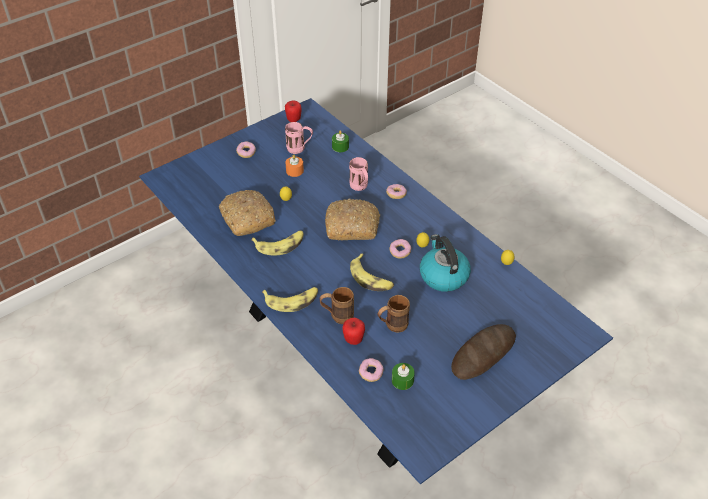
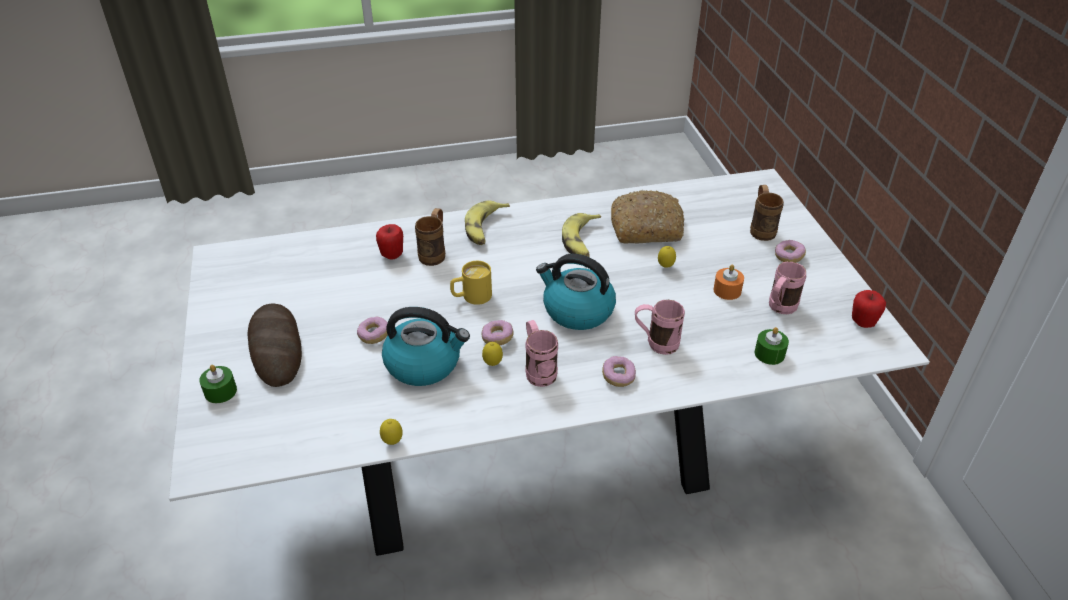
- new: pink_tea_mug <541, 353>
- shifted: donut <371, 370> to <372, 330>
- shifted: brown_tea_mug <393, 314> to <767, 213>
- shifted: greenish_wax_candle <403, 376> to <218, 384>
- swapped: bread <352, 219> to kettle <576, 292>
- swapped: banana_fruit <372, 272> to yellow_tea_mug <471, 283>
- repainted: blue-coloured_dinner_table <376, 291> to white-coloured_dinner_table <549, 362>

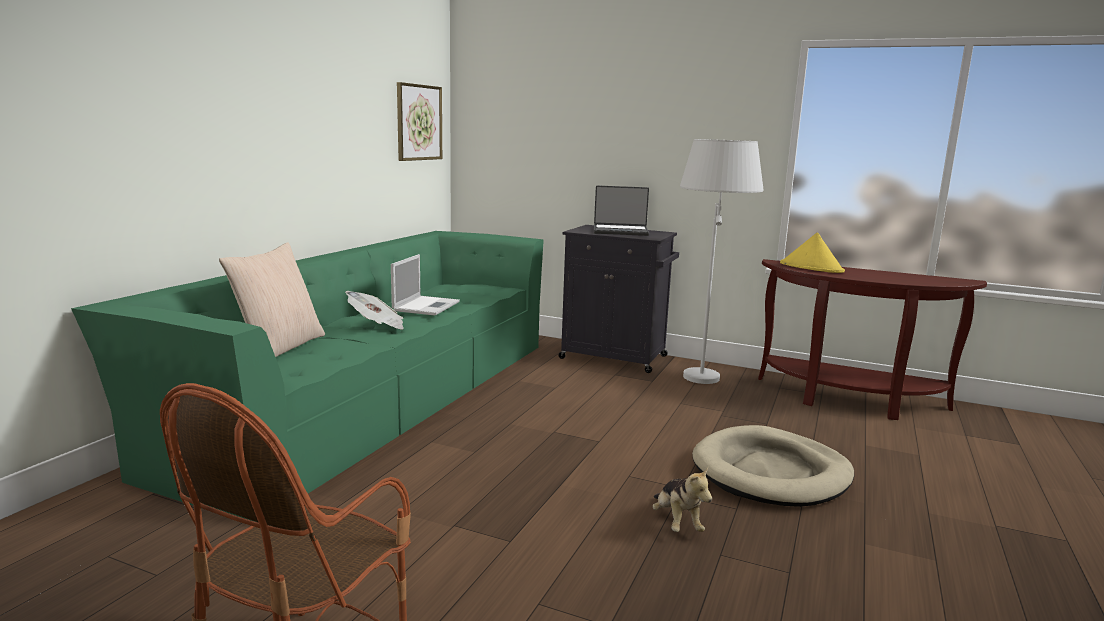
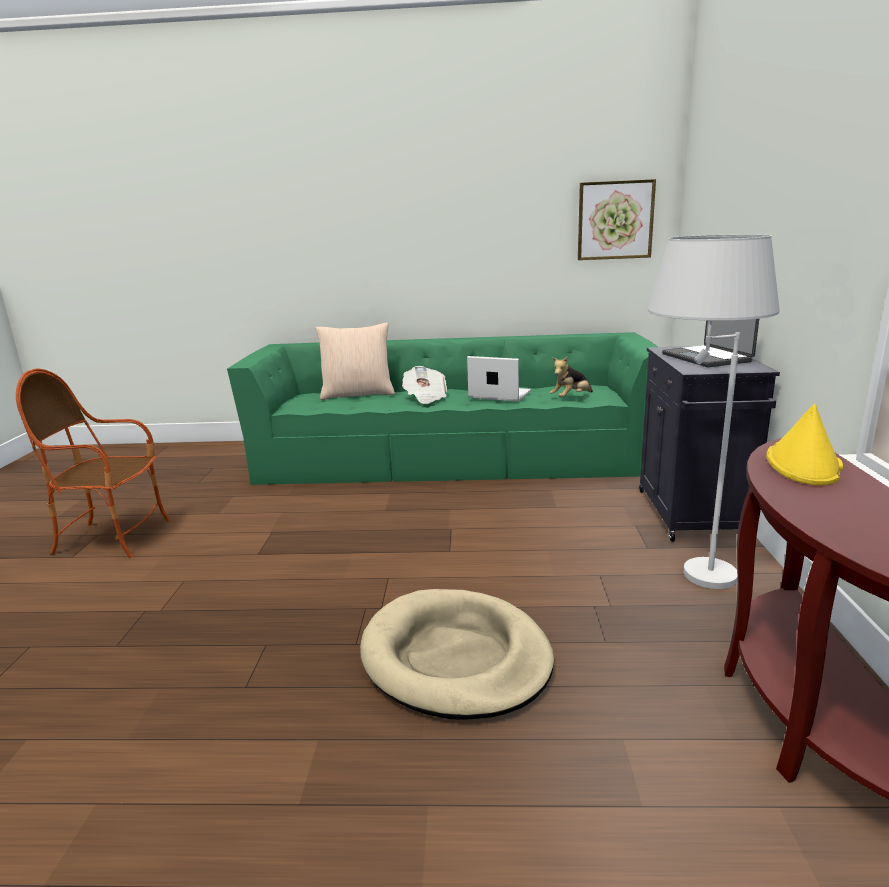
- shifted: plush_toy <682, 499> to <571, 377>
- rotated: laptop <425, 285> = <499, 379> 150 degrees counterclockwise

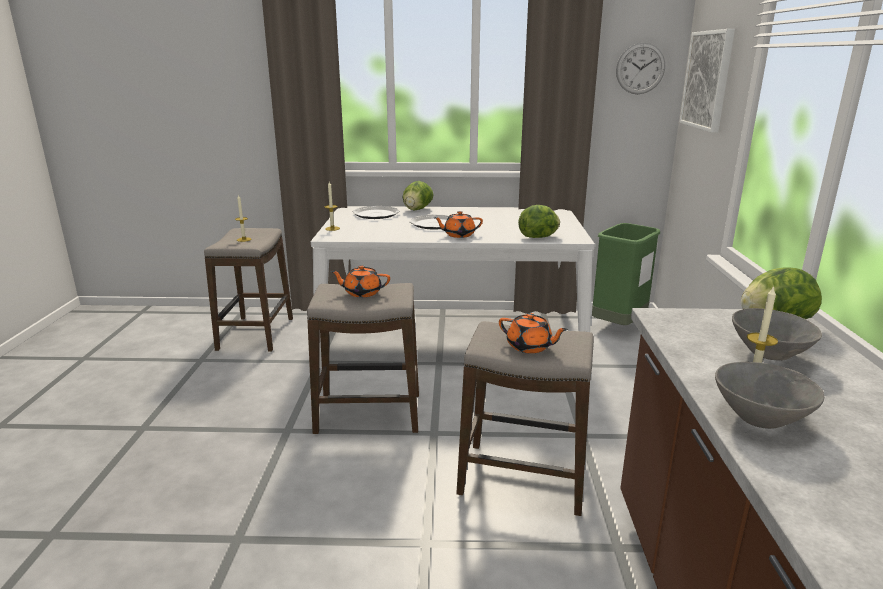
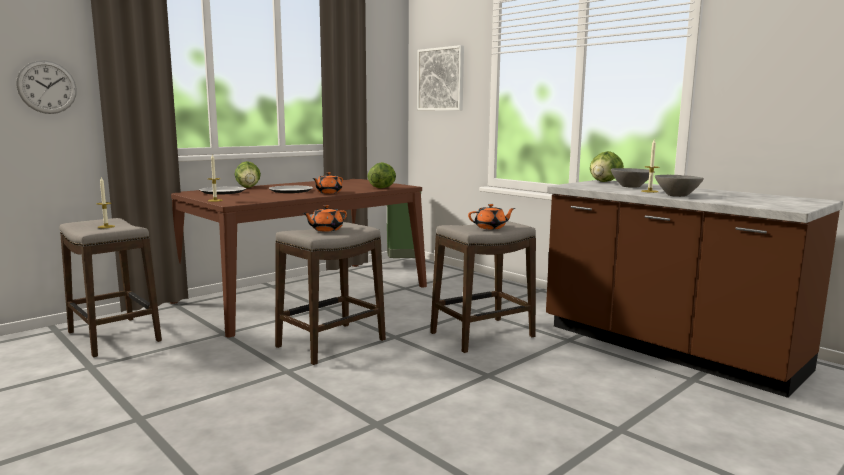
- shifted: wall_clock <640, 68> to <46, 87>
- repainted: white-coloured_dinner_table <453, 287> to brown_dinner_table <299, 258>

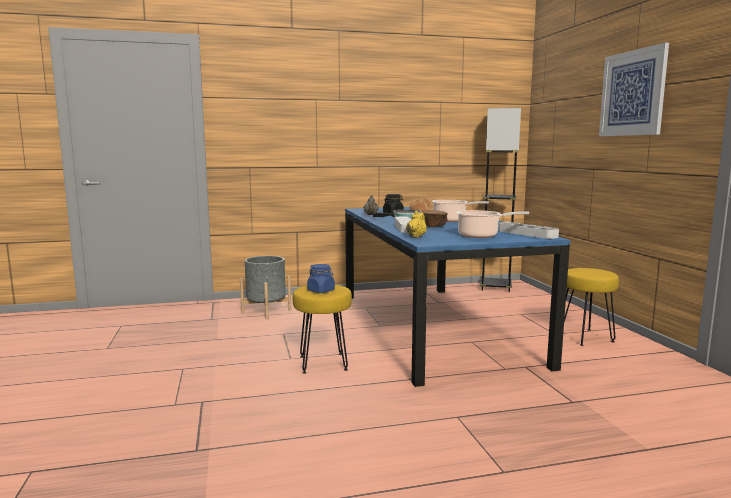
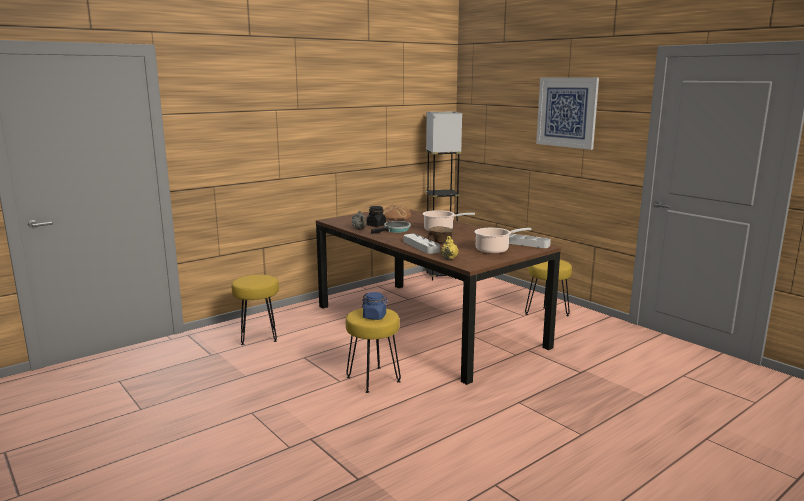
- swapped: greyish_planter <265, 287> to yellow_stool <255, 310>
- repainted: blue-coloured_dinner_table <458, 297> to brown_dinner_table <438, 297>

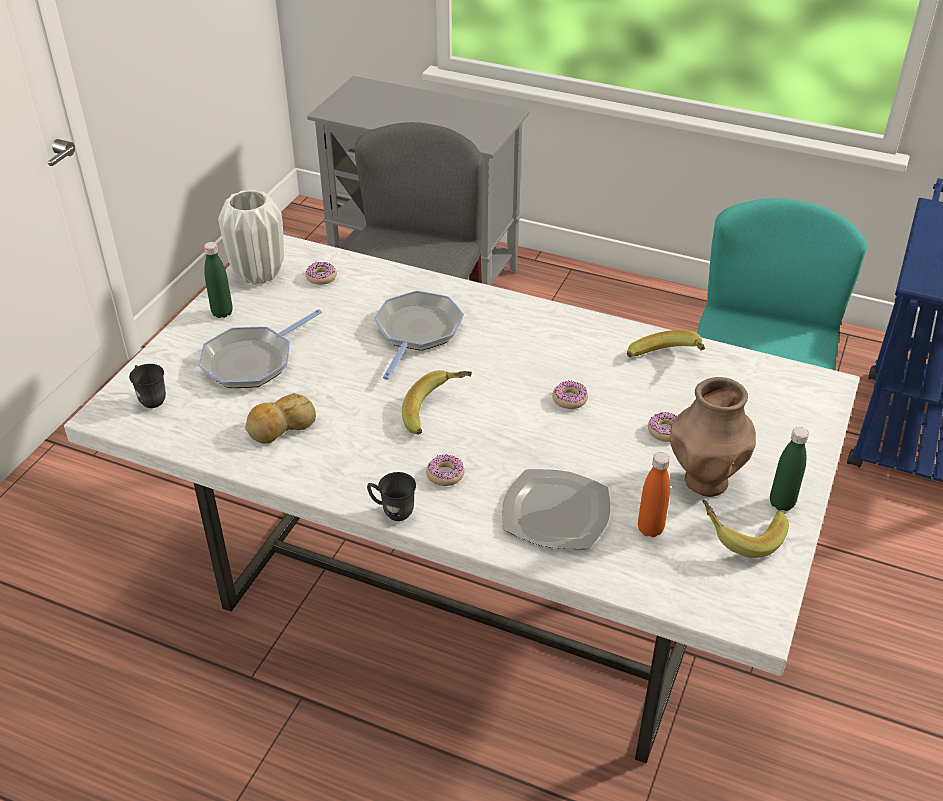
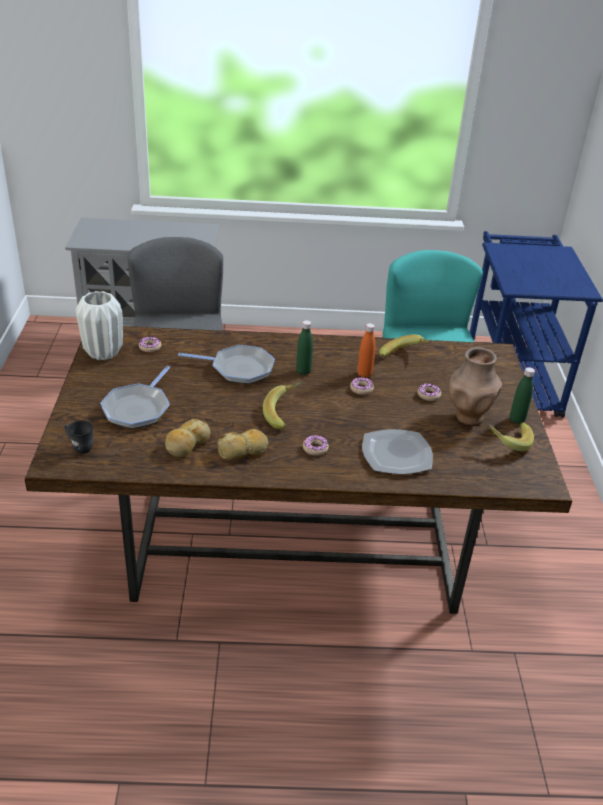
- gone: greyish_tea_mug <391, 496>
- new: bread <242, 444>
- shifted: greenish_beverage_bottle <218, 280> to <304, 347>
- shifted: orange-coloured_beverage_bottle <654, 494> to <366, 350>
- repainted: white-coloured_dinner_table <462, 498> to brown_dinner_table <298, 470>
- rotated: pan <419, 335> = <226, 364> 105 degrees clockwise

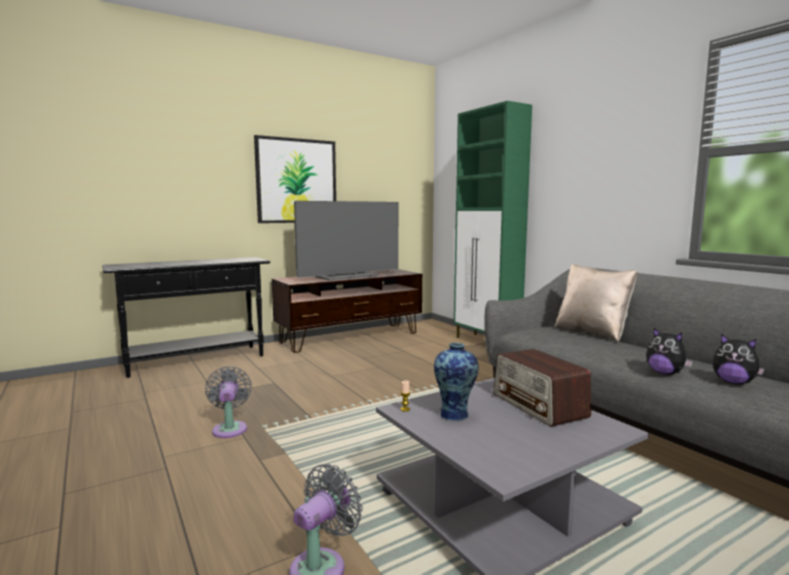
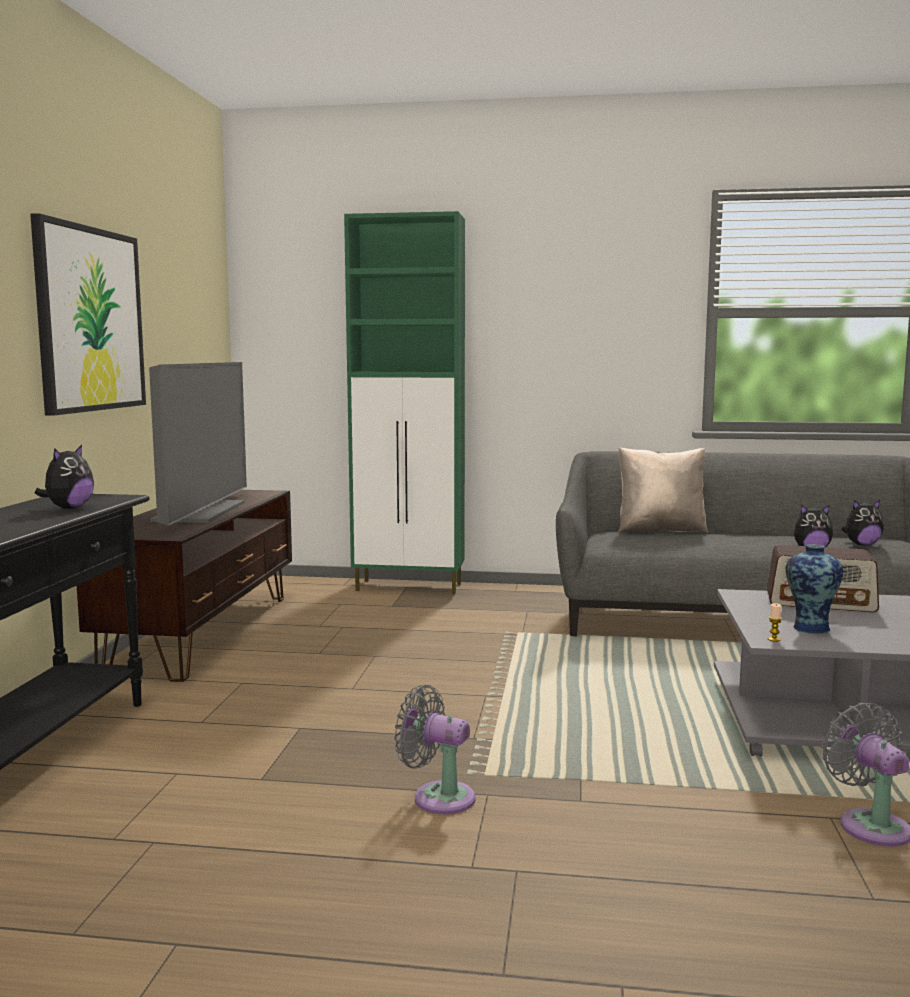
- new: plush_toy <64, 477>

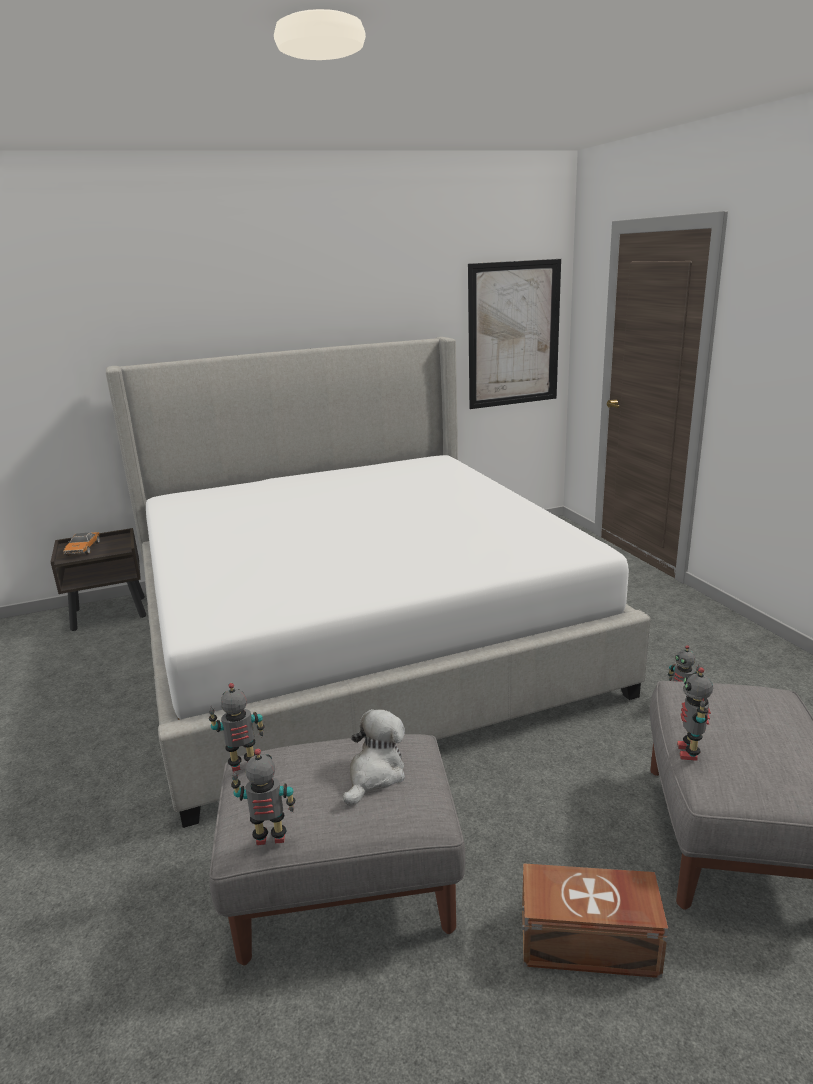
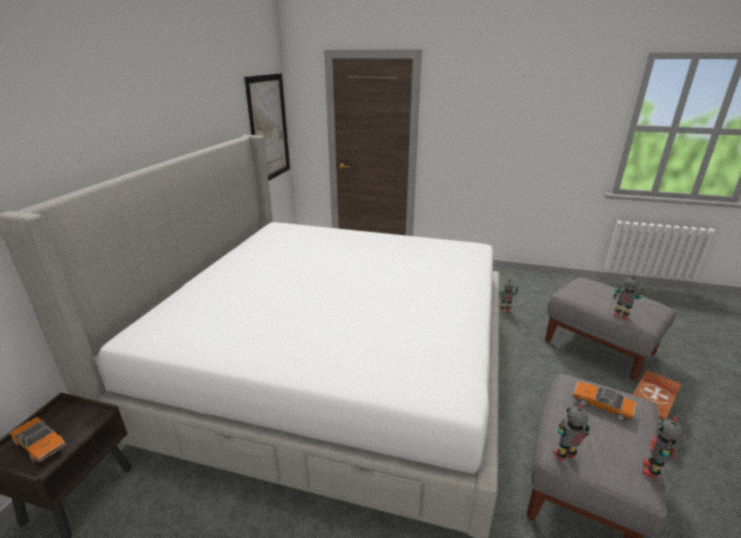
- swapped: plush_toy <374, 757> to toy_car <604, 401>
- rotated: model_robot <237, 727> = <571, 432> 60 degrees clockwise

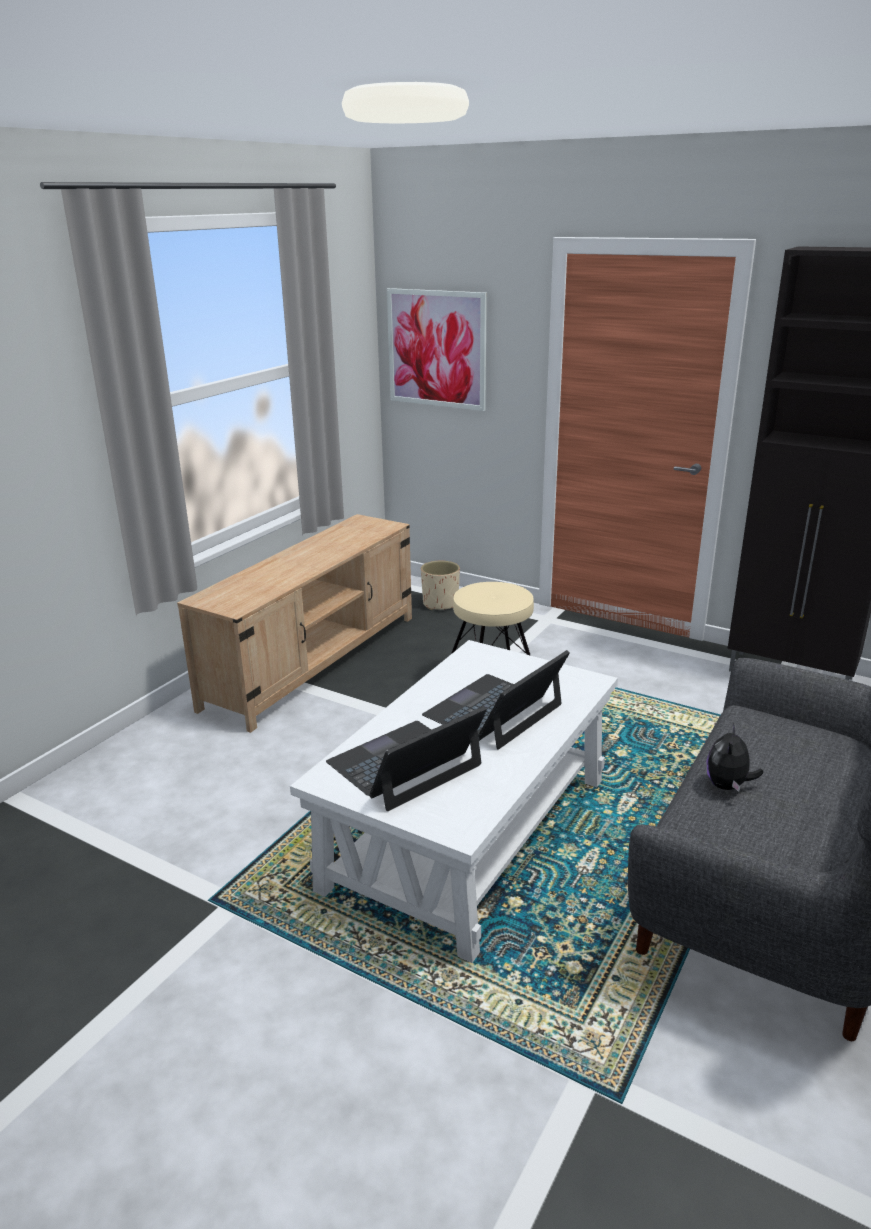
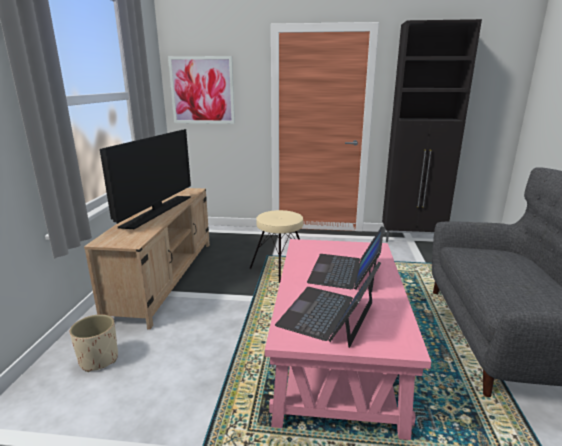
- gone: plush_toy <734, 757>
- new: TV_set <145, 179>
- shifted: beige_planter <440, 585> to <94, 343>
- repainted: white-coloured_lounge_table <454, 801> to pink_lounge_table <348, 339>

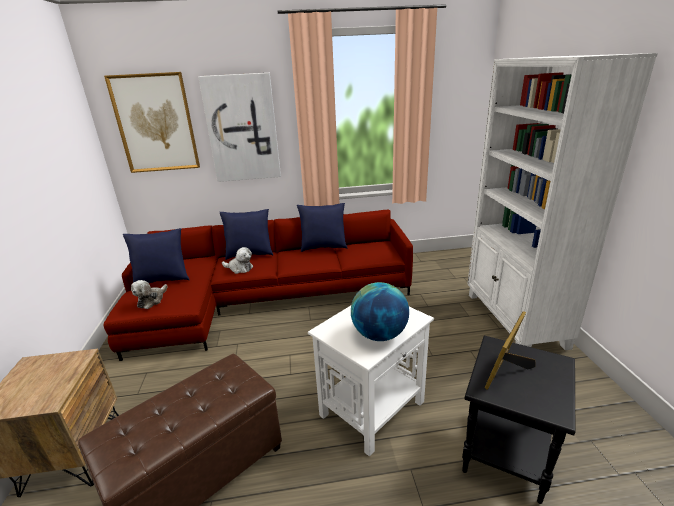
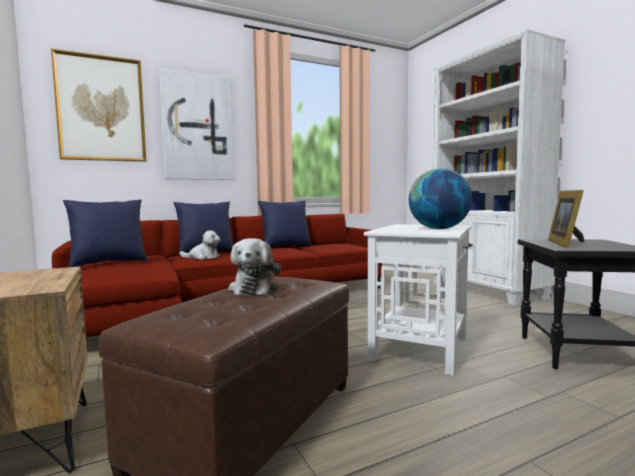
- shifted: plush_toy <149, 294> to <255, 267>

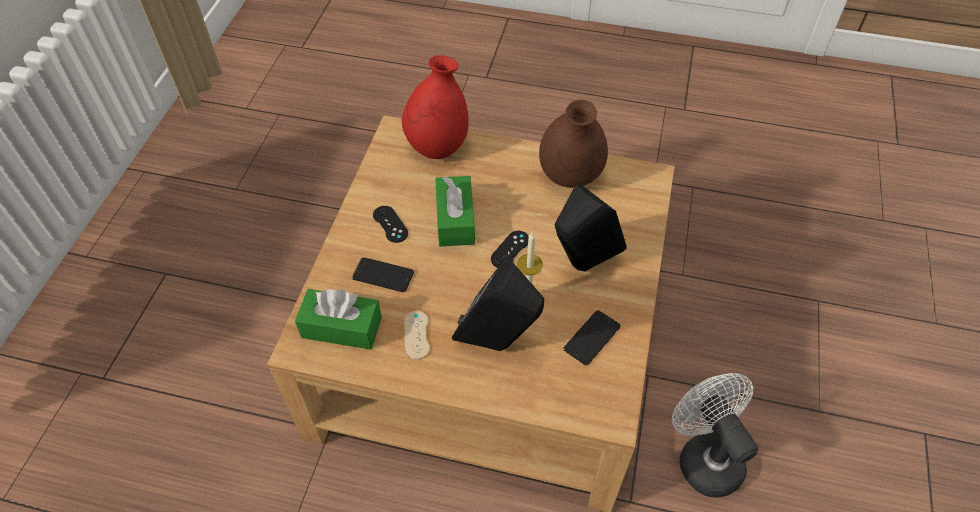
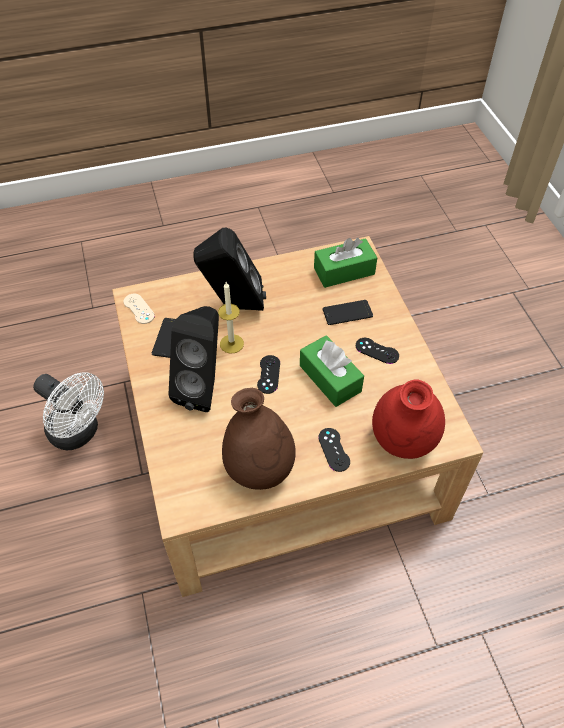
- new: blackish_joypad <334, 450>
- shifted: beige_joypad <417, 335> to <139, 309>

